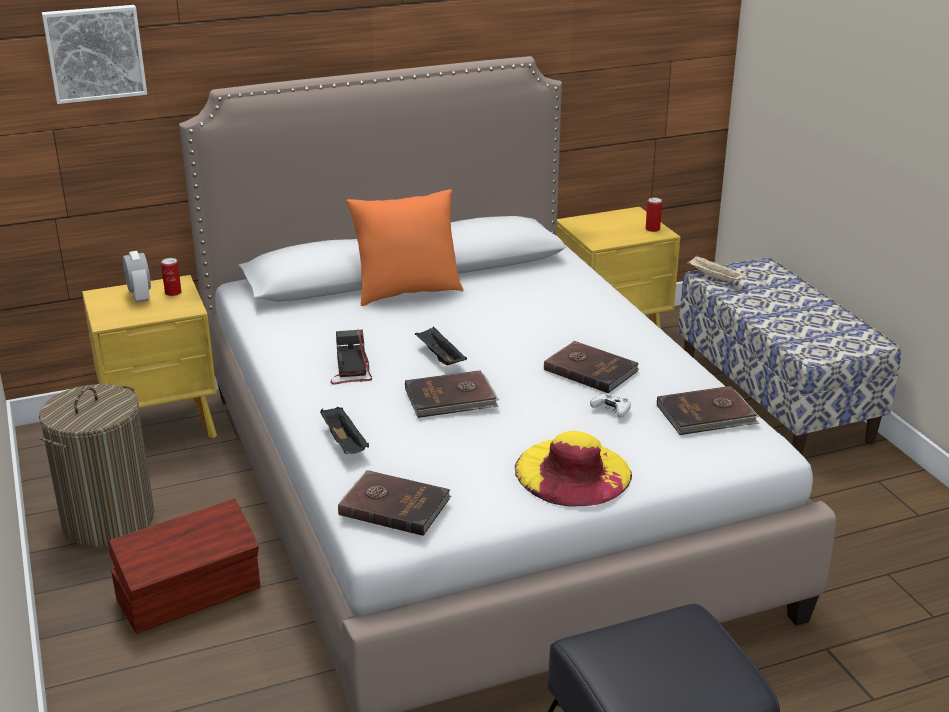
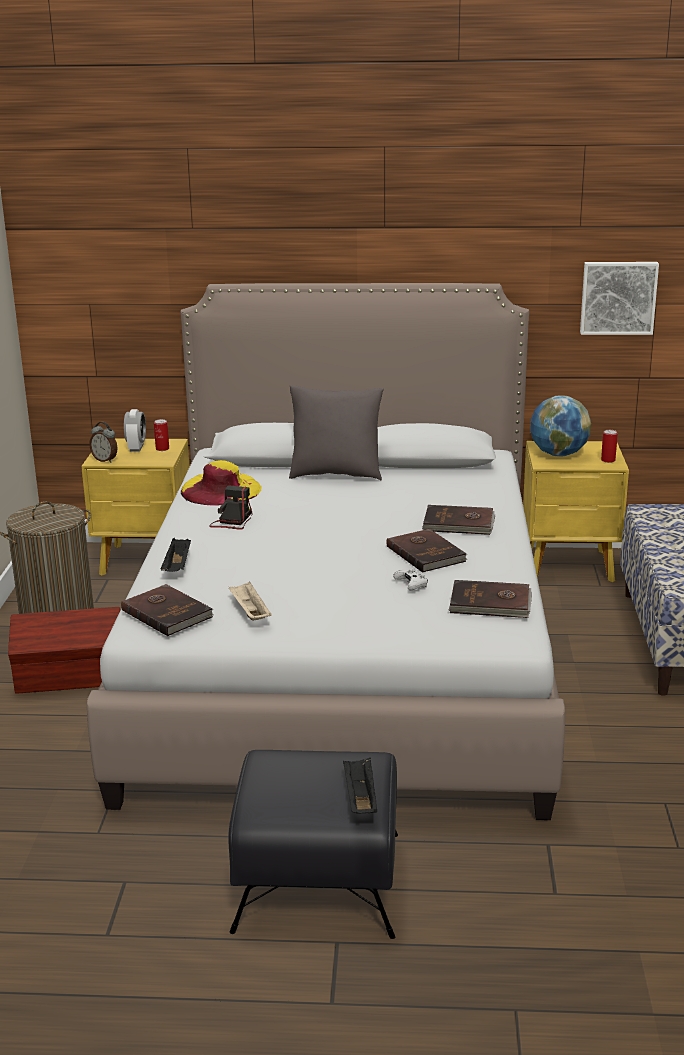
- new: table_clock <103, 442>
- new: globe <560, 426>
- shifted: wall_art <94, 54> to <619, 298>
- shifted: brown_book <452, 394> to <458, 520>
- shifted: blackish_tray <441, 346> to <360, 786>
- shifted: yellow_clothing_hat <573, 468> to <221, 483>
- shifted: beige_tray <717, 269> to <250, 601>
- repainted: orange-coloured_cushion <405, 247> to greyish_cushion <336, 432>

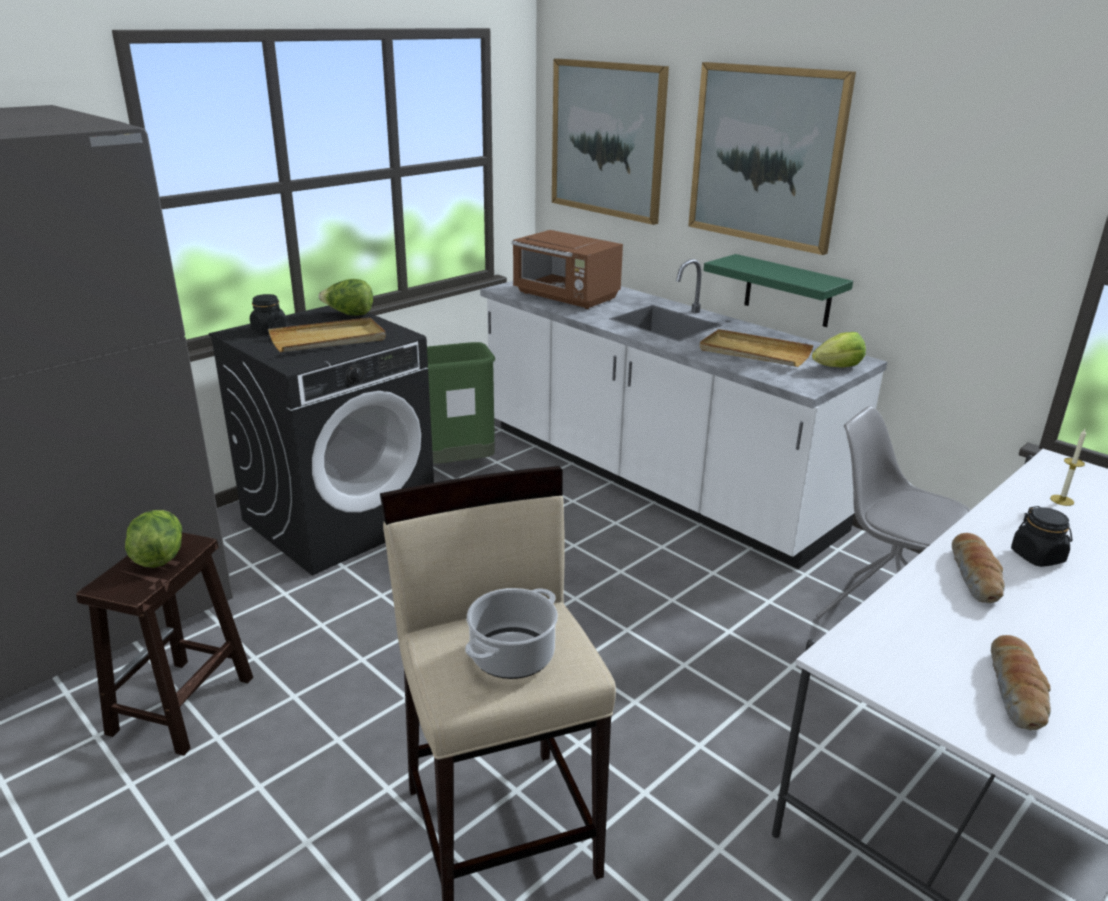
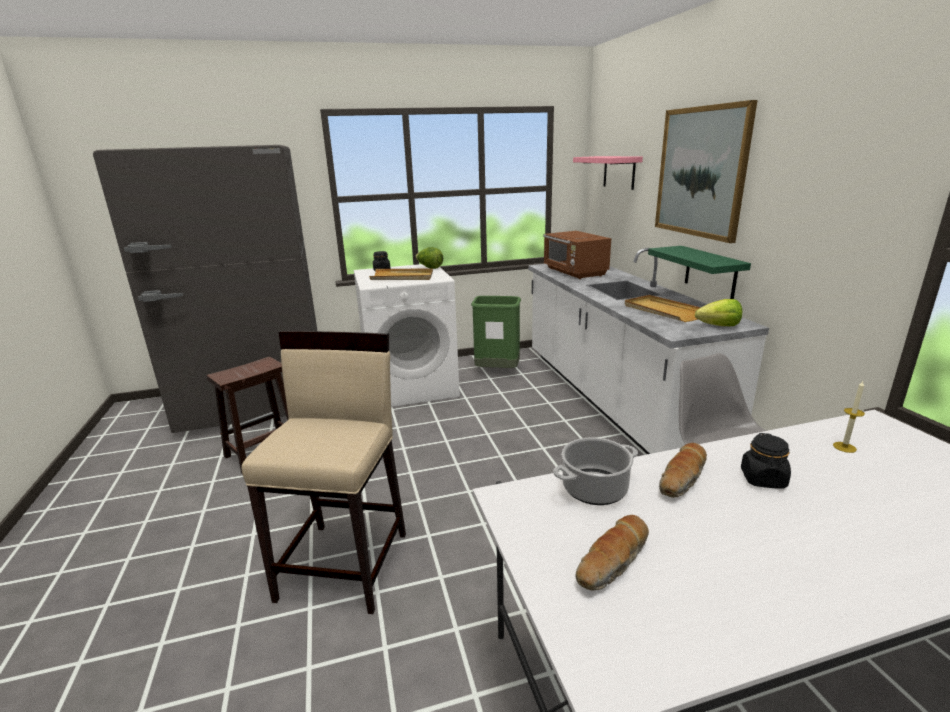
- gone: lettuce_head <153, 539>
- shifted: cooking_pot <511, 633> to <595, 471>
- swapped: wall_art <610, 141> to pink_shelf <608, 173>
- repainted: blackish_laundry_appliance <321, 440> to white-coloured_laundry_appliance <407, 335>

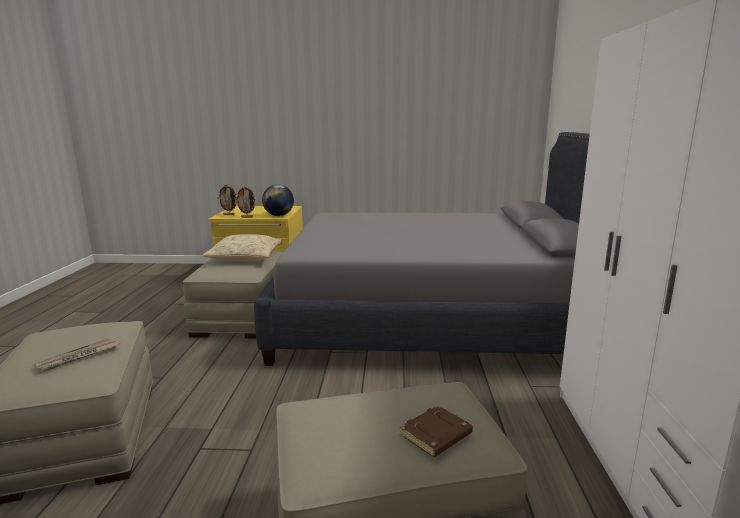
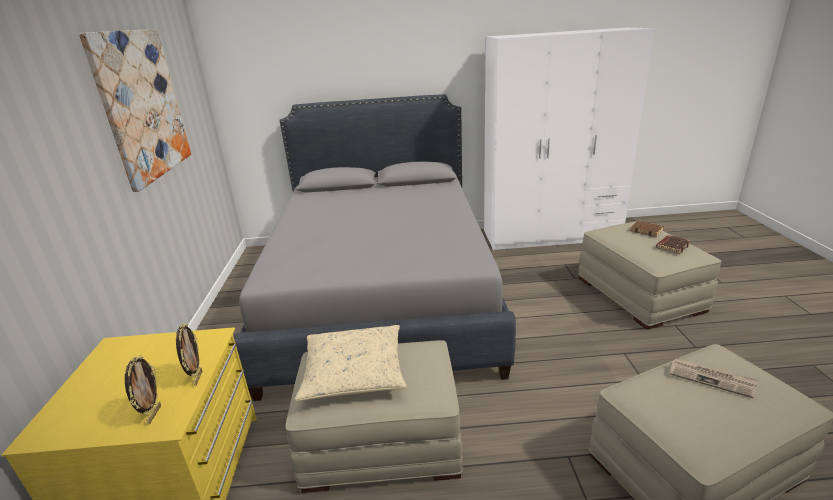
- gone: globe <278, 200>
- new: wall_art <135, 110>
- new: brown_book <673, 244>

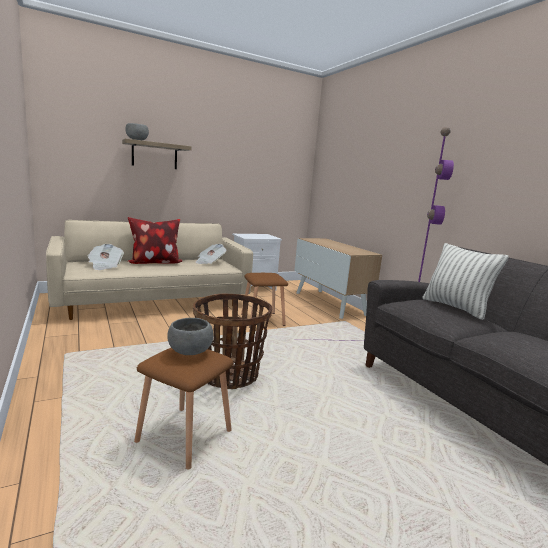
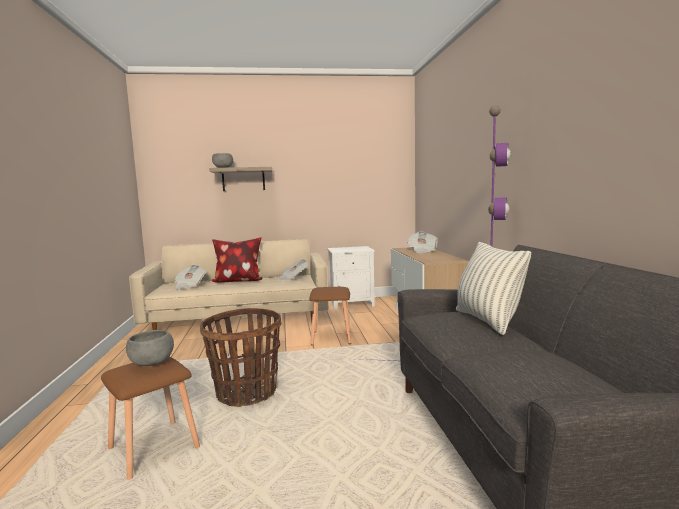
- new: daily_paper <422, 242>

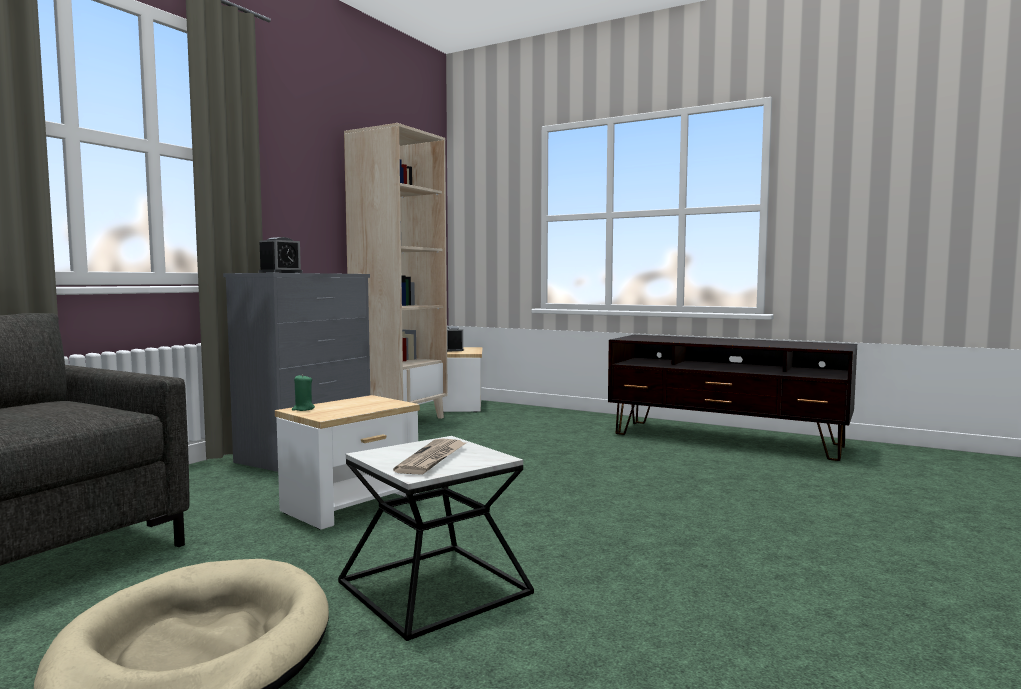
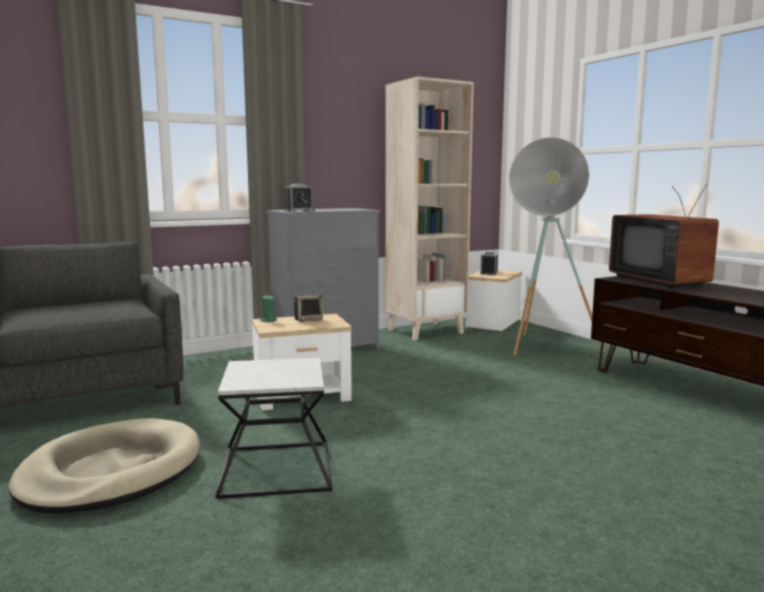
- gone: daily_paper <430, 457>
- new: audio_speaker <308, 308>
- new: turquoise-coloured_standard_lamp <557, 246>
- new: TV_set <664, 236>

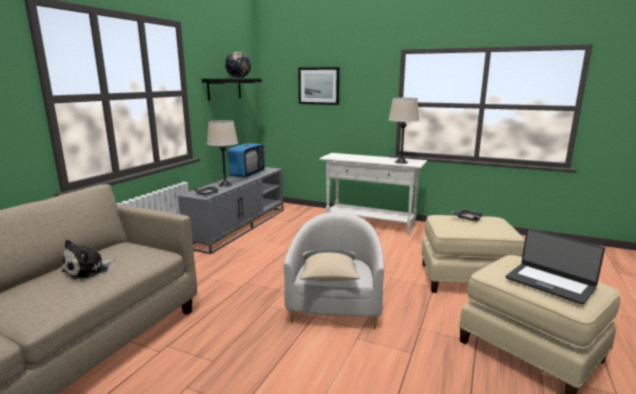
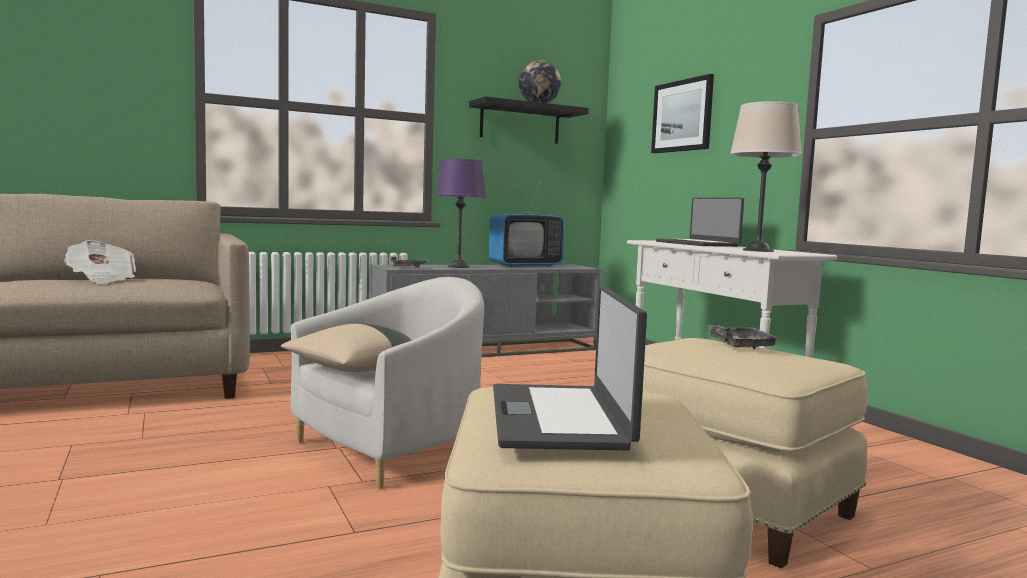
- new: laptop <700, 222>
- swapped: plush_toy <89, 259> to daily_paper <100, 262>
- repainted: beige_tabletop_lamp <222, 153> to purple_tabletop_lamp <460, 213>

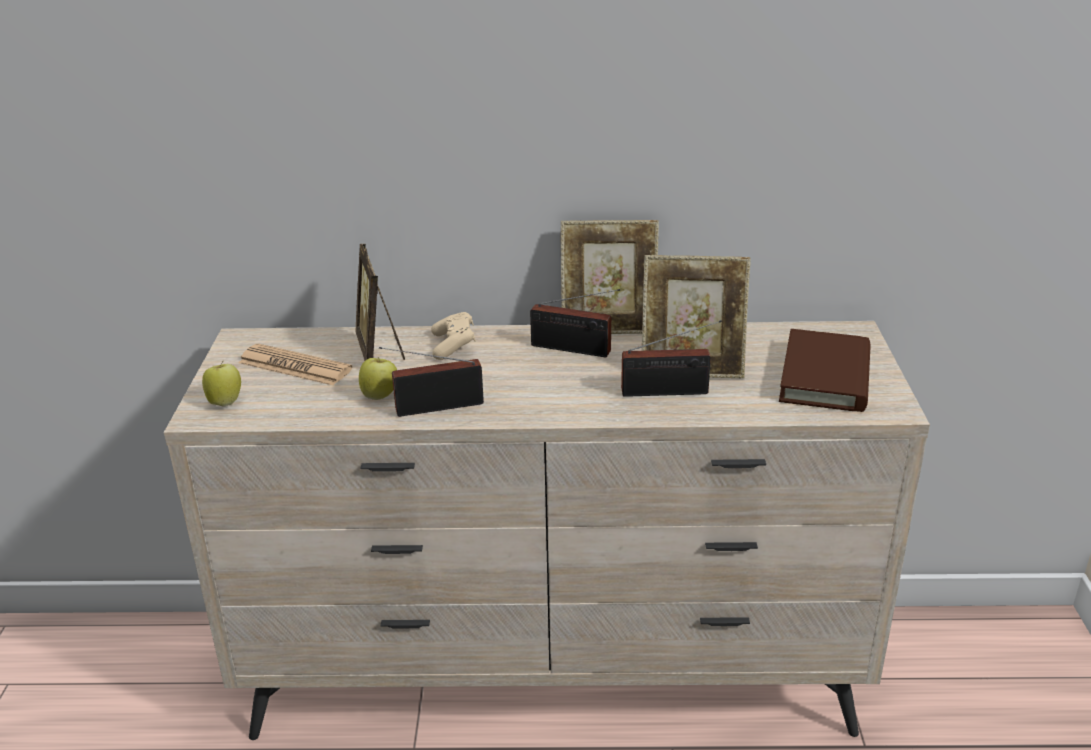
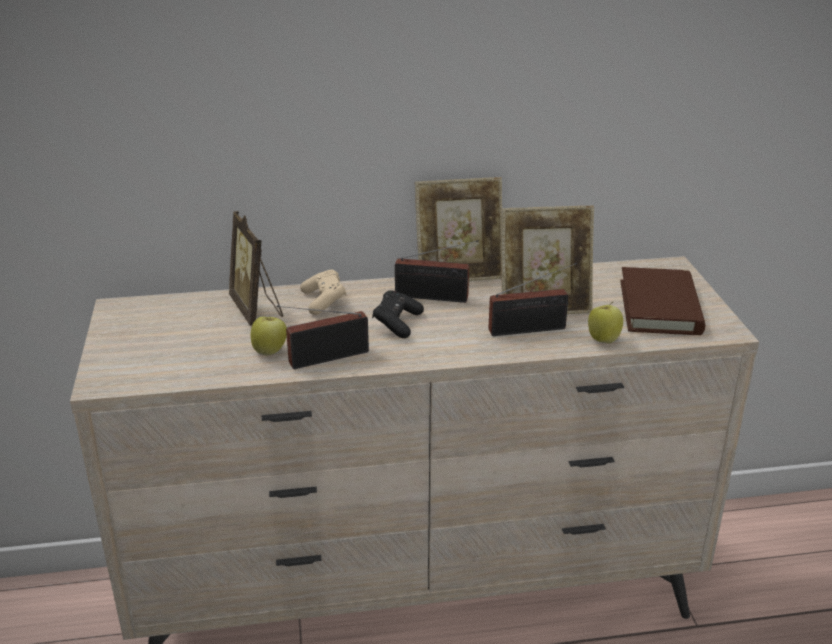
- gone: daily_paper <295, 364>
- new: blackish_joypad <398, 314>
- shifted: apple <221, 384> to <605, 323>

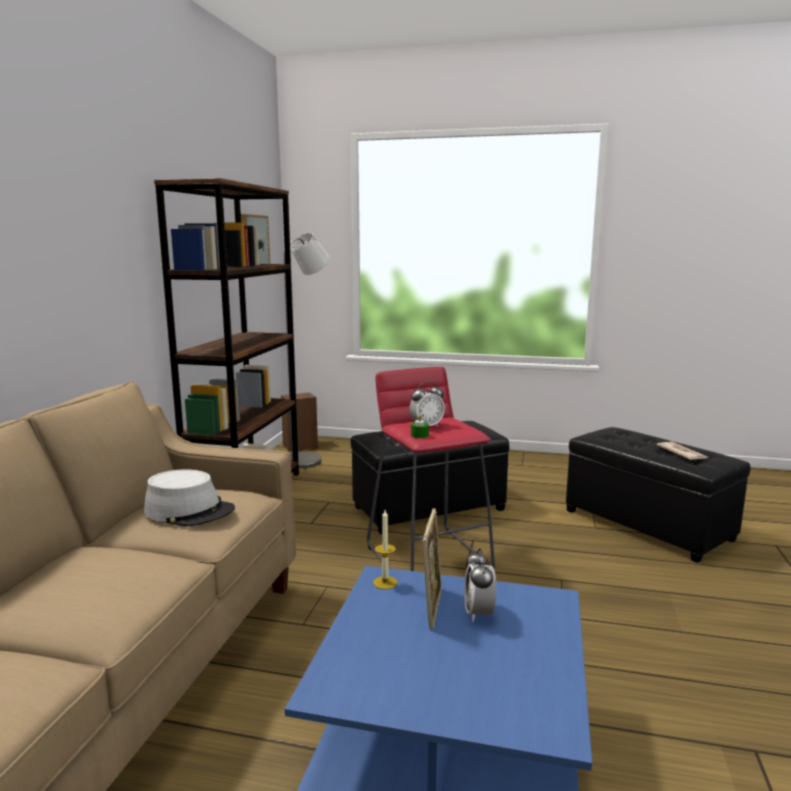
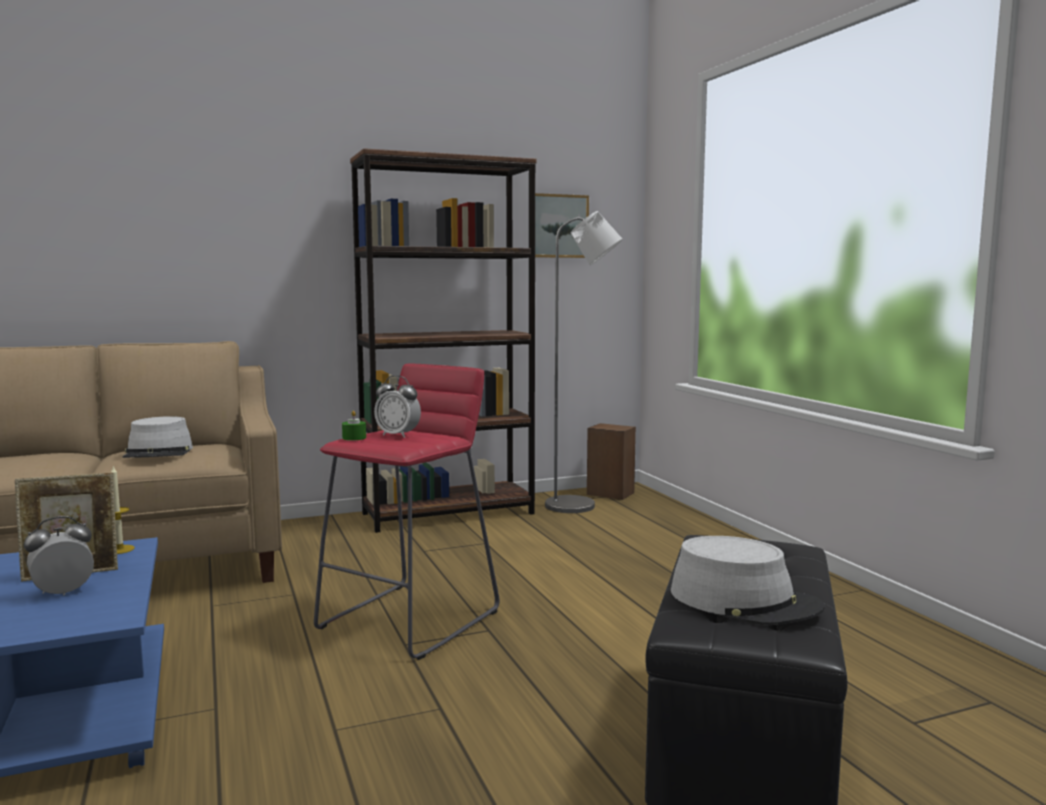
- gone: blackish_footrest <430, 477>
- swapped: daily_paper <682, 451> to greyish_clothing_hat <748, 580>

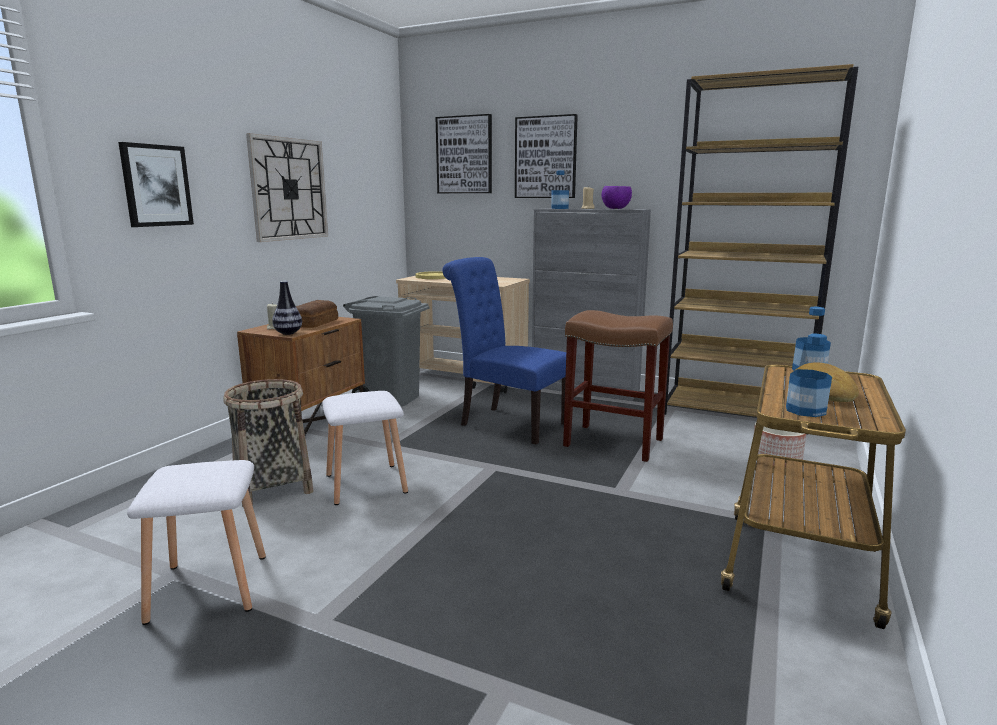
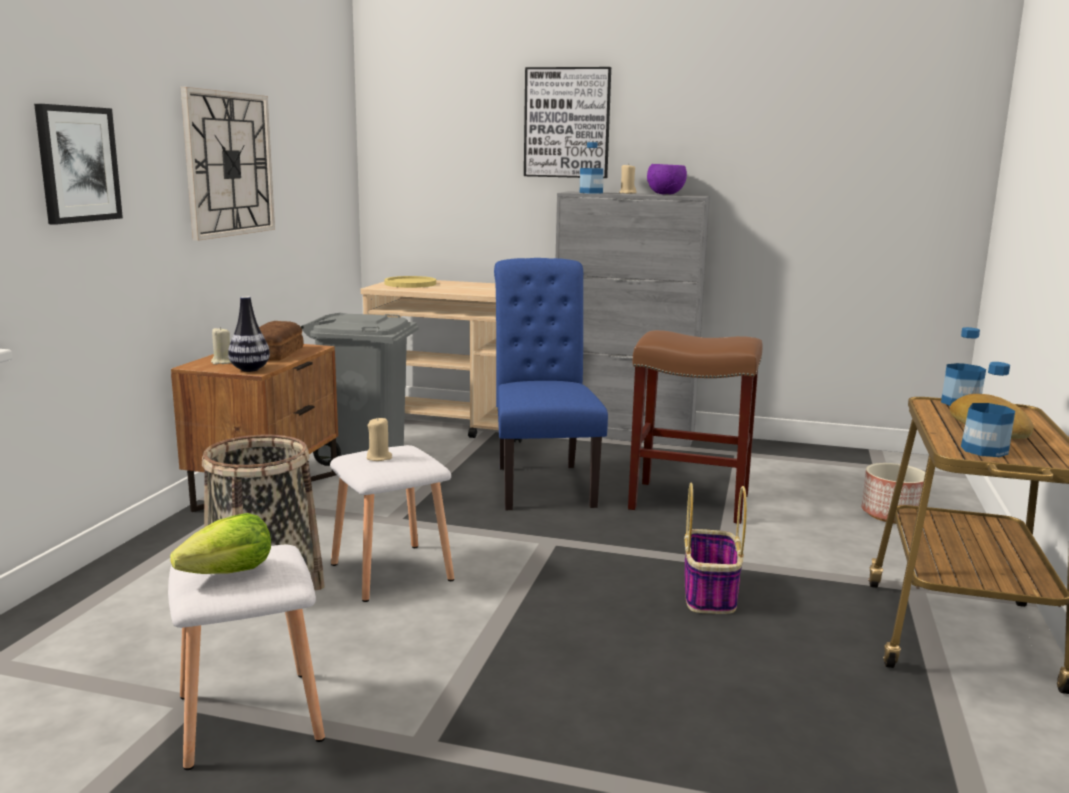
- gone: wall_art <463, 153>
- gone: brown_bookcase <761, 249>
- new: lettuce_head <220, 543>
- new: beige_wax_candle <379, 439>
- new: household_basket <715, 548>
- rotated: blue-coloured_plain_chair <504, 351> = <551, 384> 60 degrees clockwise

